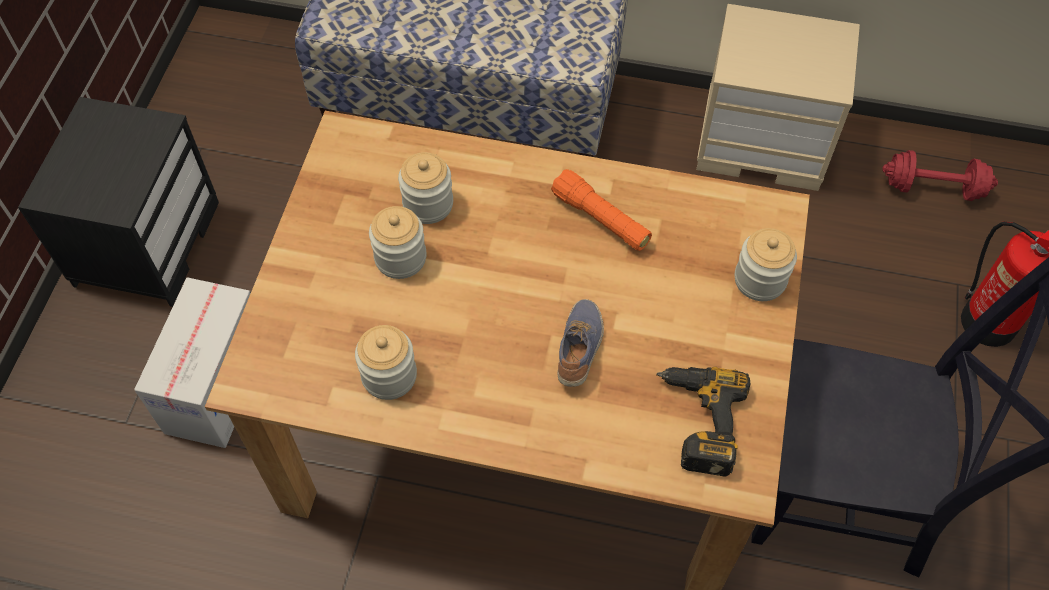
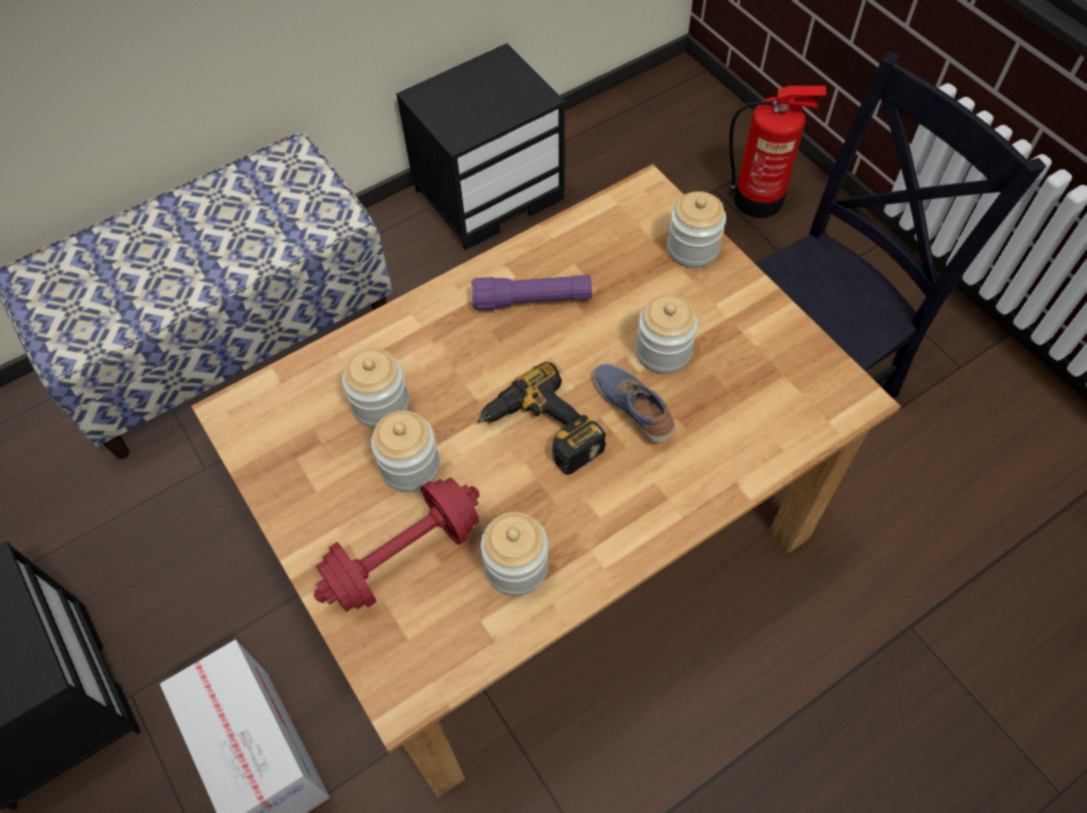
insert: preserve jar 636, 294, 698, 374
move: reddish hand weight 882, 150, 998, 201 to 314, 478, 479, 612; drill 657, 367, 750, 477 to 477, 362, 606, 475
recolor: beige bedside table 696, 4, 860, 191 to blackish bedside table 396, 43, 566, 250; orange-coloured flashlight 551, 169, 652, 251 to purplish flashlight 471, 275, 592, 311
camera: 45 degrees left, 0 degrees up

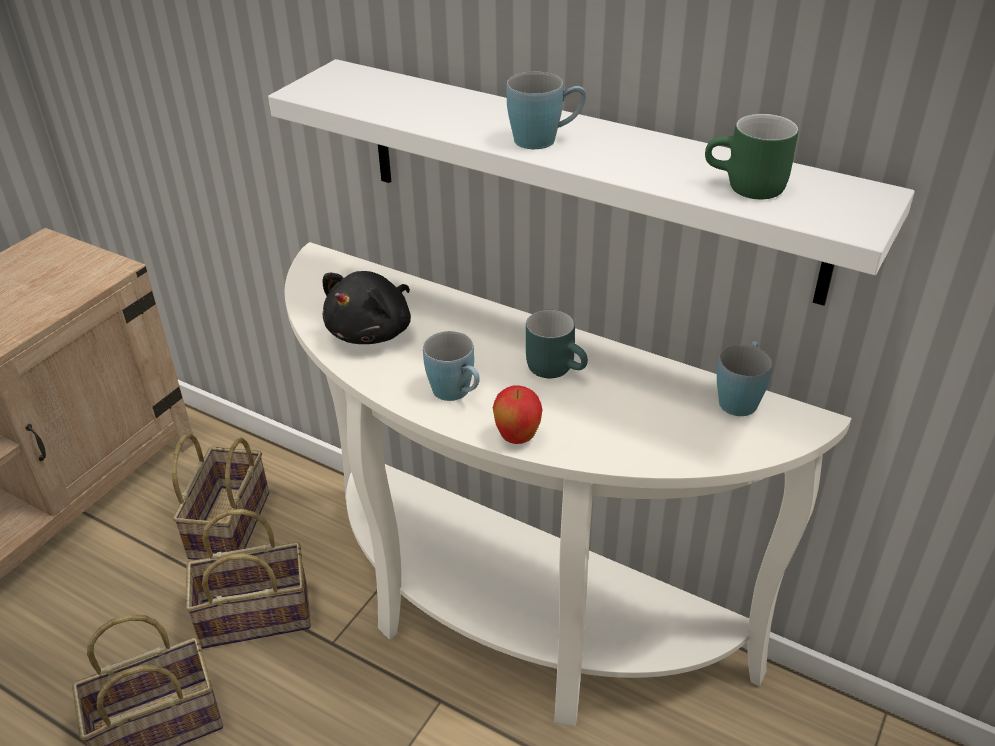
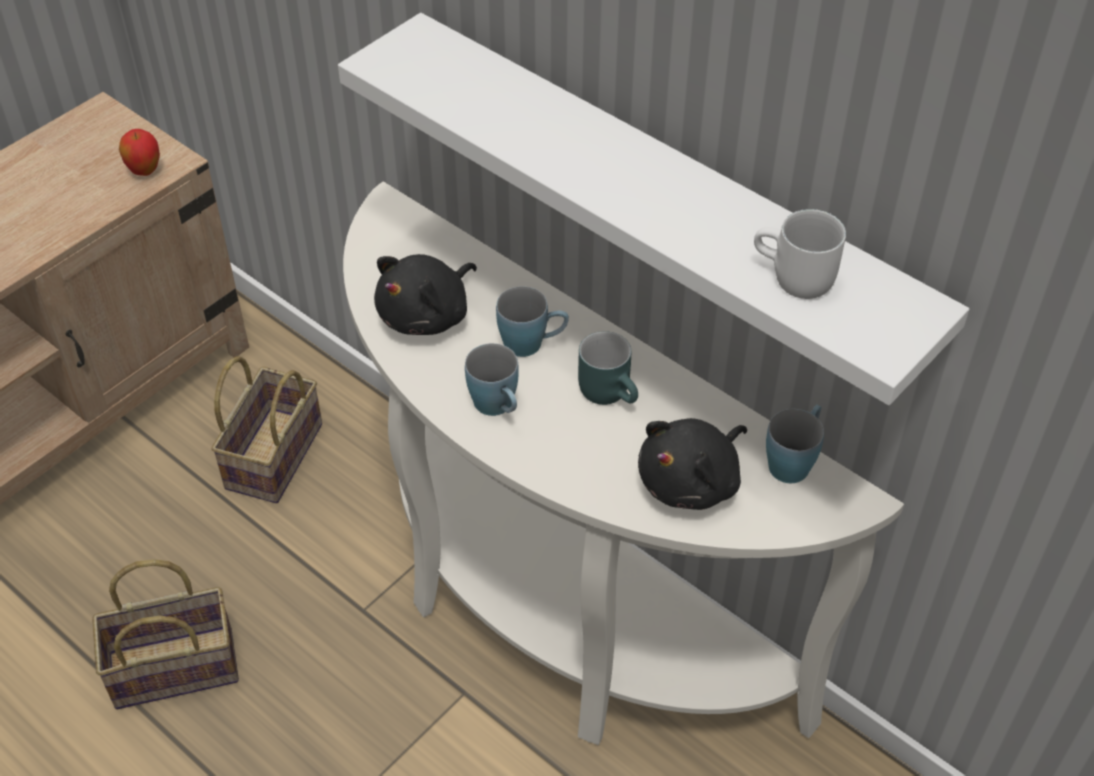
delete: household basket 185, 509, 311, 649
insert: blackish plush toy 638, 418, 747, 510
move: blue-coloured coffee mug 506, 72, 586, 149 to 496, 286, 569, 357; whole apple 493, 385, 542, 444 to 119, 129, 160, 176
recolor: greenish coffee mug 705, 114, 799, 199 to white-coloured coffee mug 754, 209, 846, 299
camera: 10 degrees right, 10 degrees up

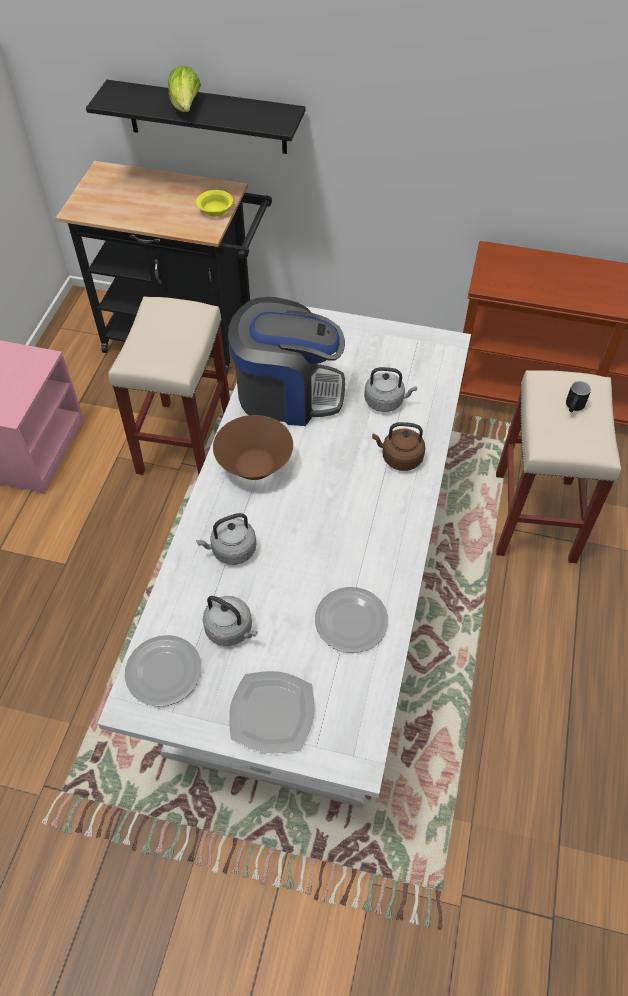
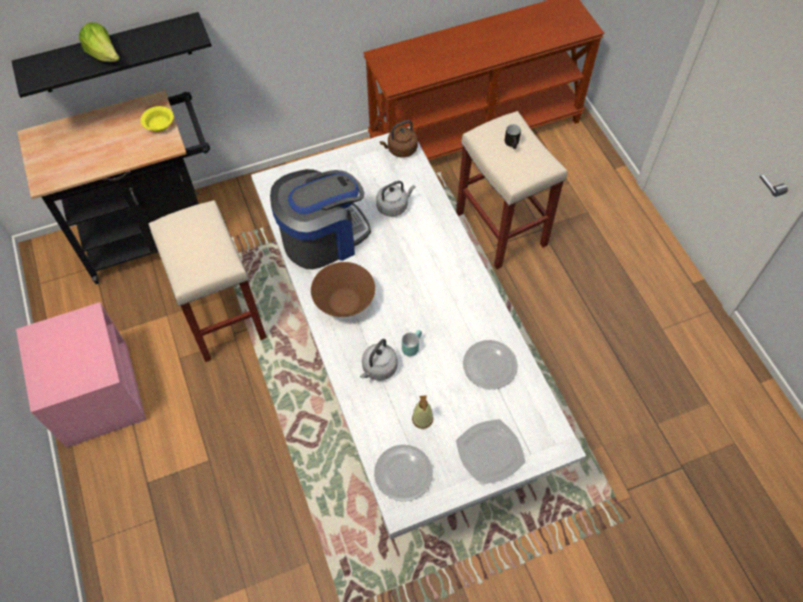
insert: blue-green coffee mug 402, 330, 422, 356
move: brown-coloured water kettle 372, 422, 425, 471 to 380, 120, 418, 158
replace: grey water kettle 203, 596, 258, 646 to soap bottle 412, 395, 433, 429
camera: 35 degrees left, 5 degrees up

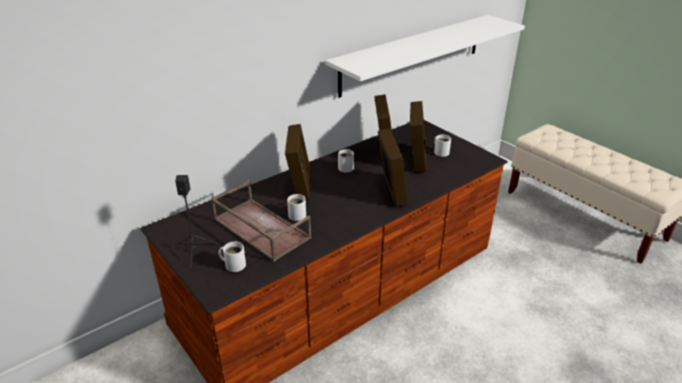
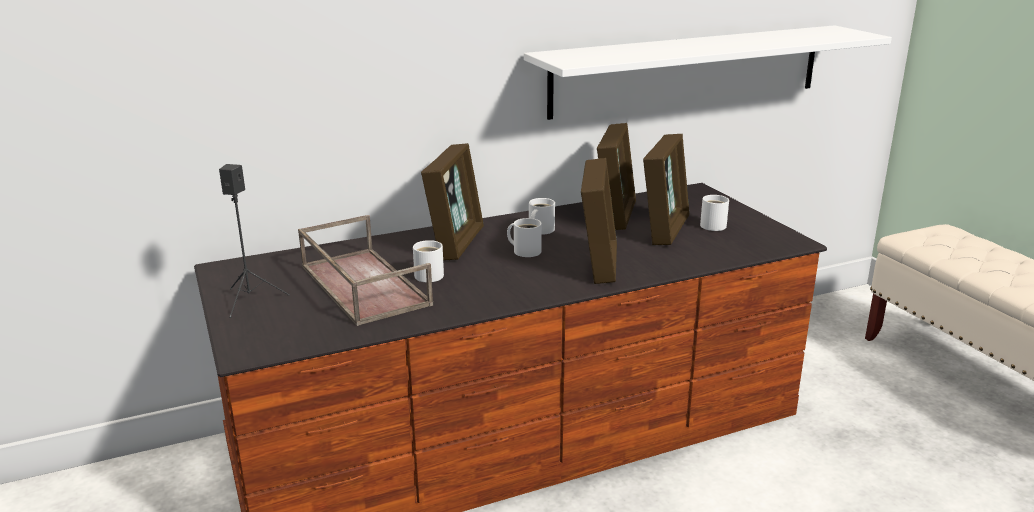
move: white-coloured coffee mug 218, 242, 246, 272 to 507, 218, 542, 257
camera: 15 degrees right, 10 degrees down

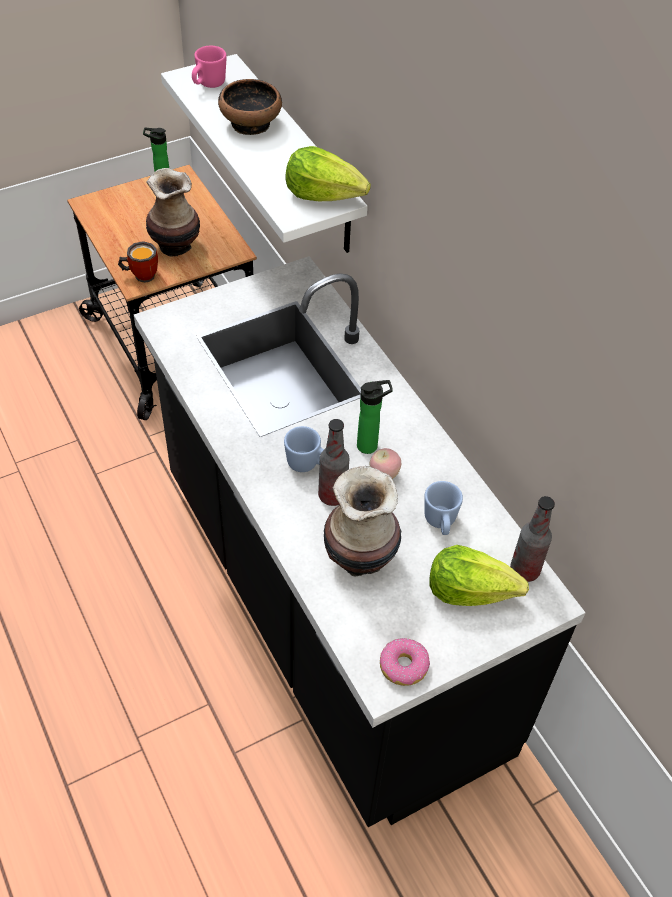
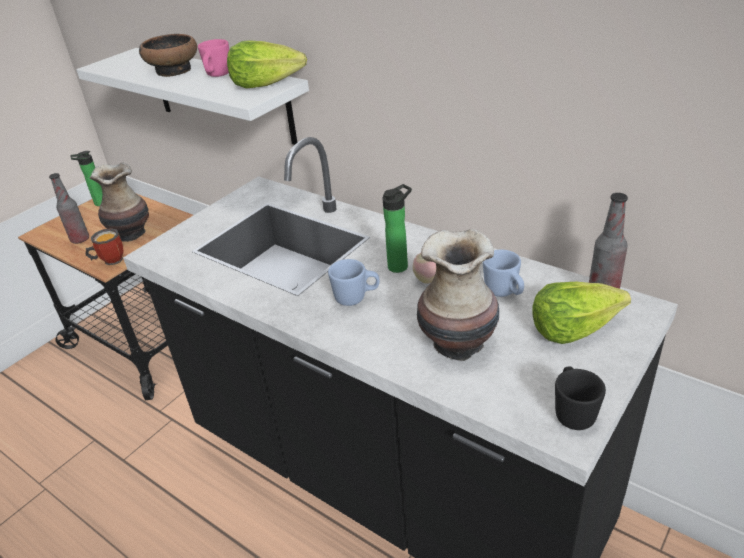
move: pink-coloured coffee mug 192, 46, 227, 88 to 198, 39, 229, 77; drink bottle 318, 419, 349, 506 to 49, 173, 89, 244
replace: ring doughnut 380, 638, 430, 686 to blackish coffee mug 555, 367, 606, 430
camera: 20 degrees left, 15 degrees down

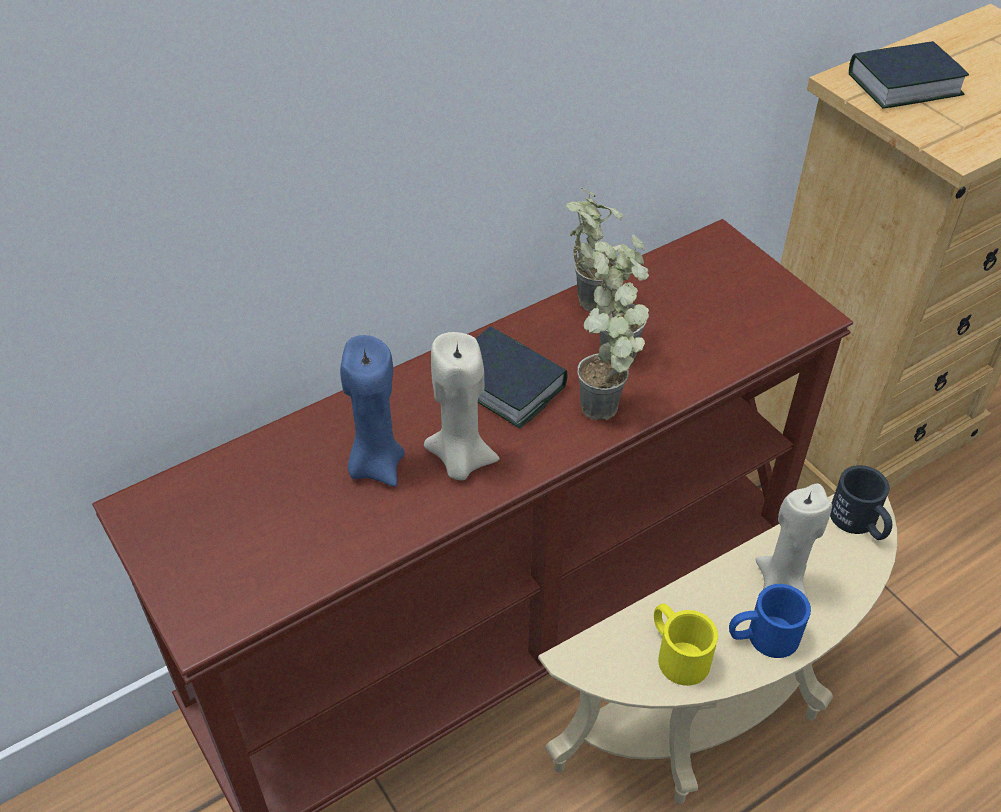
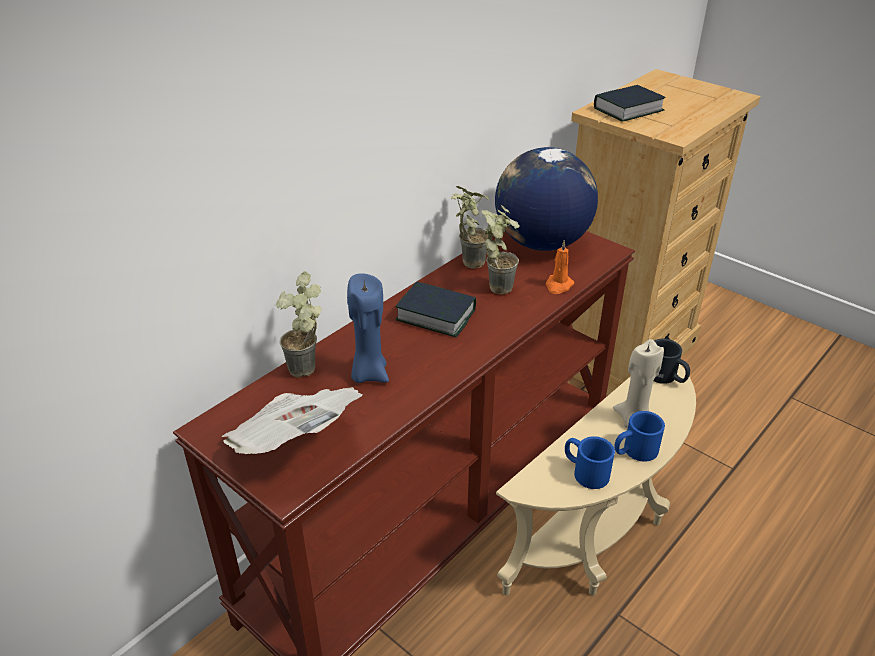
delete: beige wax candle 424, 332, 499, 480
insert: globe 495, 147, 598, 251; orange-coloured wax candle 546, 240, 574, 294; printed paper 222, 387, 363, 454
move: houseplant 577, 282, 649, 420 to 276, 271, 321, 377
recolor: yellow-coloured coffee mug 654, 603, 718, 686 to blue-coloured coffee mug 565, 436, 615, 489
camera: 15 degrees left, 10 degrees down

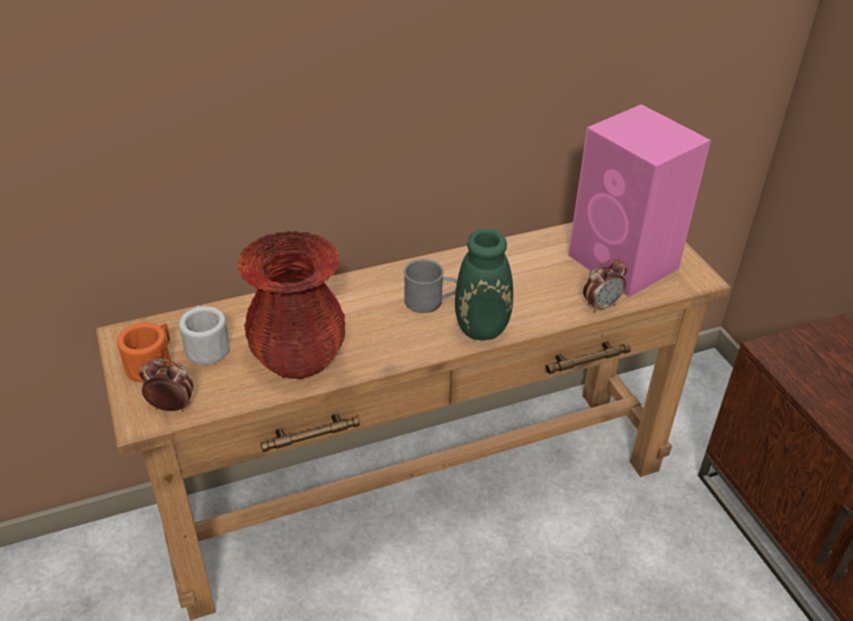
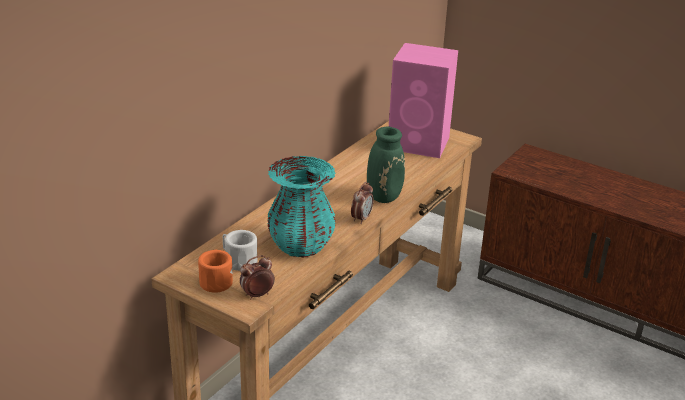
delete: grey coffee mug 404, 259, 457, 313
move: alarm clock 583, 259, 627, 313 to 351, 182, 374, 224
recolor: reddish vase 237, 231, 345, 379 to blue-green vase 268, 156, 336, 257
camera: 35 degrees left, 10 degrees down

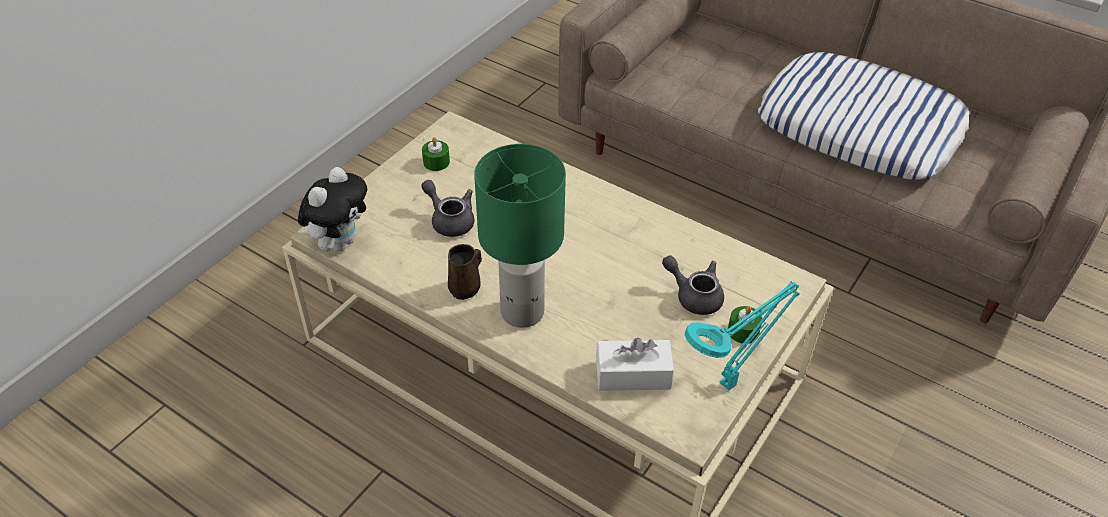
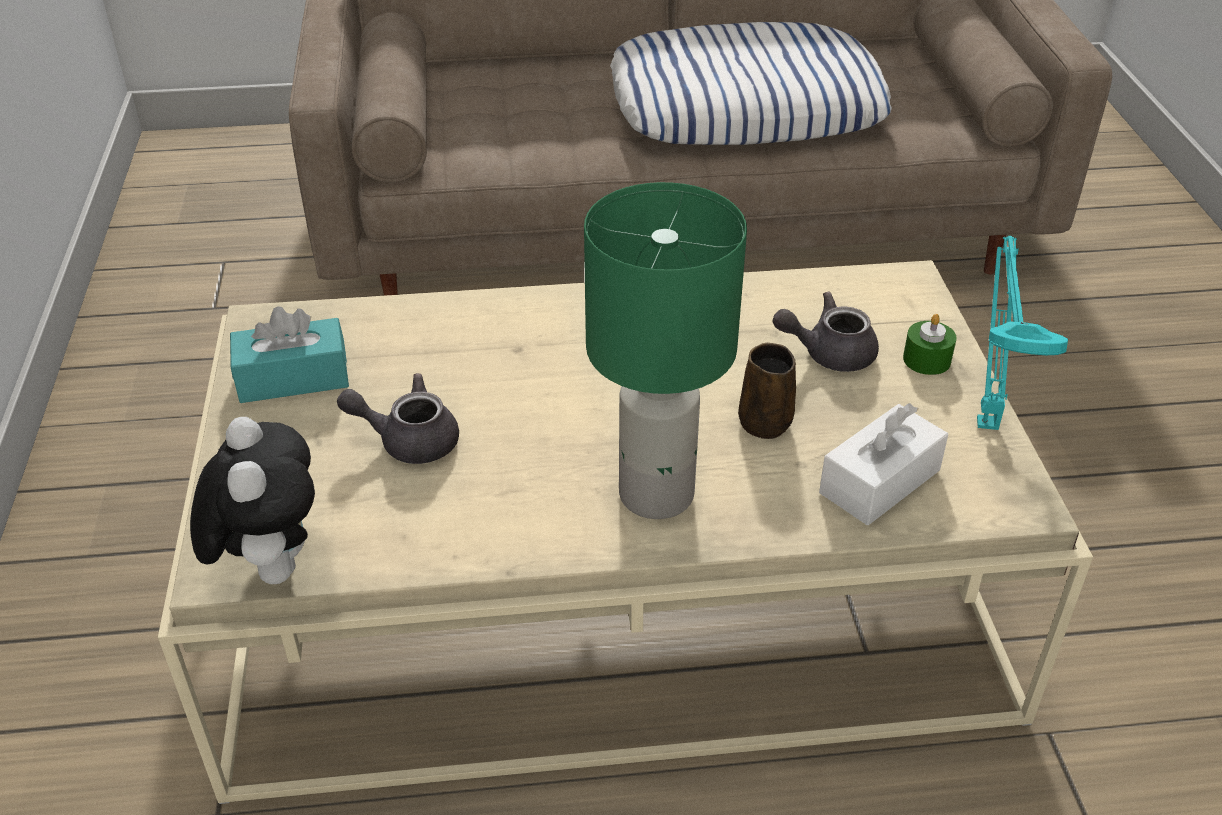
move: brown-coloured coffee mug 448, 244, 482, 300 to 738, 343, 796, 439
replace: greenish wax candle 422, 137, 450, 171 to blue-green tissue holder 230, 306, 349, 403
camera: 40 degrees left, 5 degrees down

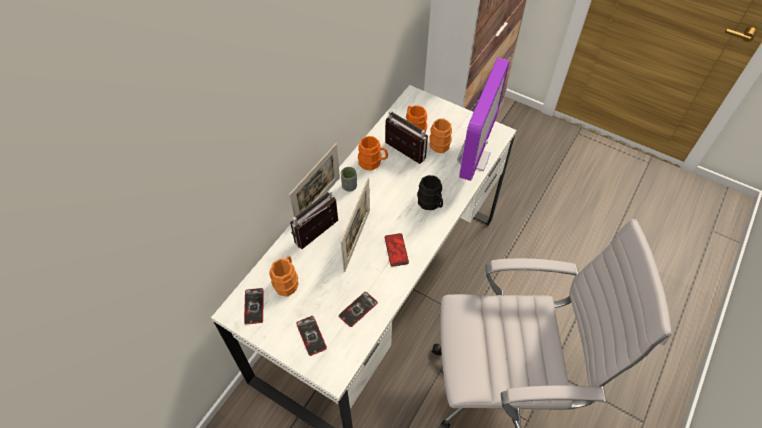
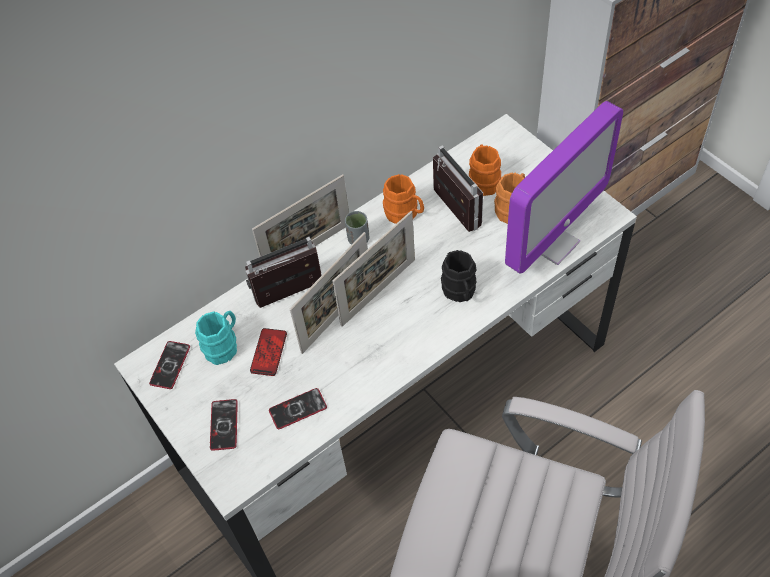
insert: picture frame 332, 211, 415, 327
move: handset 385, 233, 409, 267 to 250, 328, 287, 376
recolor: orange-coloured coffee mug 269, 256, 298, 297 to blue-green coffee mug 195, 311, 237, 365
camera: 25 degrees right, 0 degrees up

